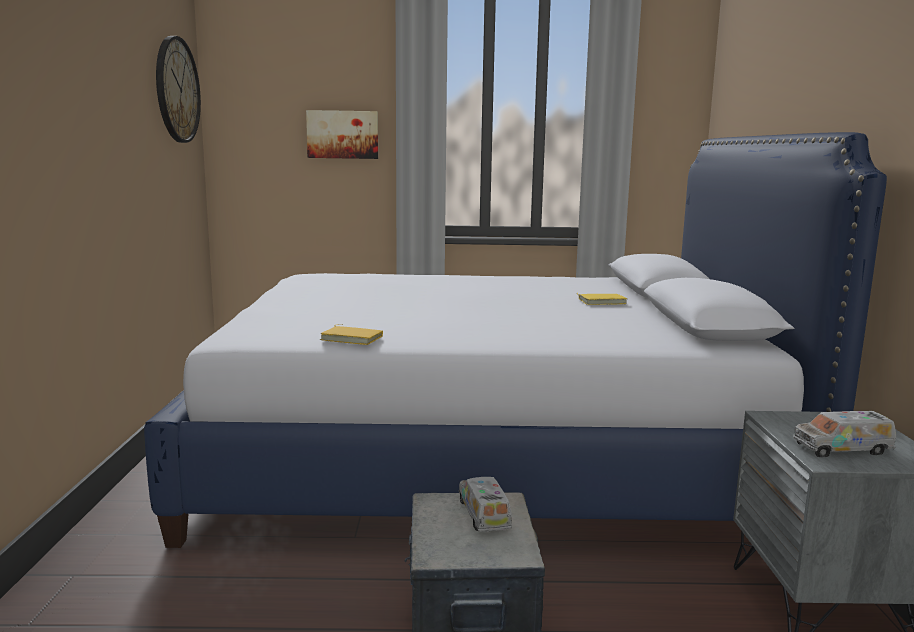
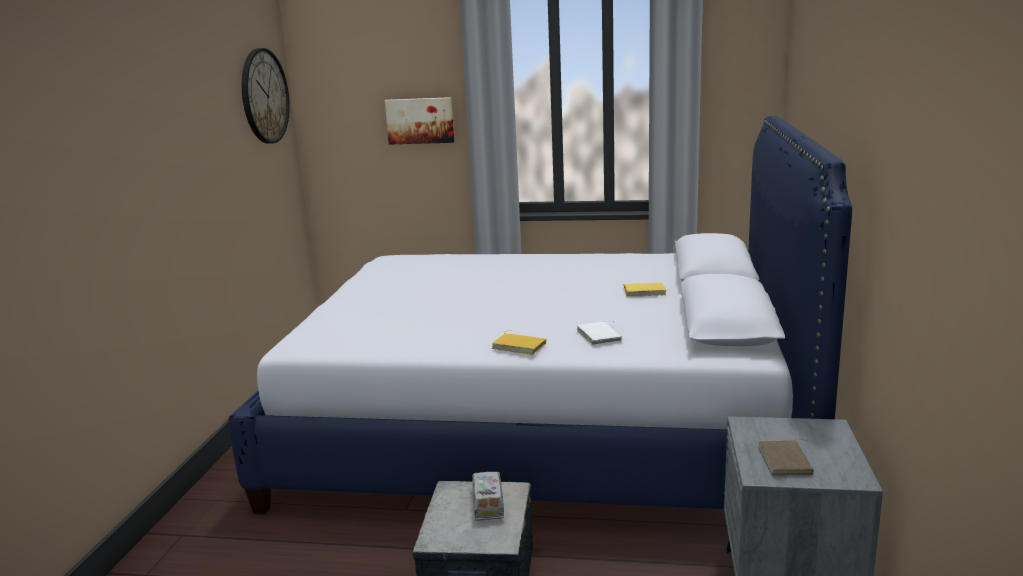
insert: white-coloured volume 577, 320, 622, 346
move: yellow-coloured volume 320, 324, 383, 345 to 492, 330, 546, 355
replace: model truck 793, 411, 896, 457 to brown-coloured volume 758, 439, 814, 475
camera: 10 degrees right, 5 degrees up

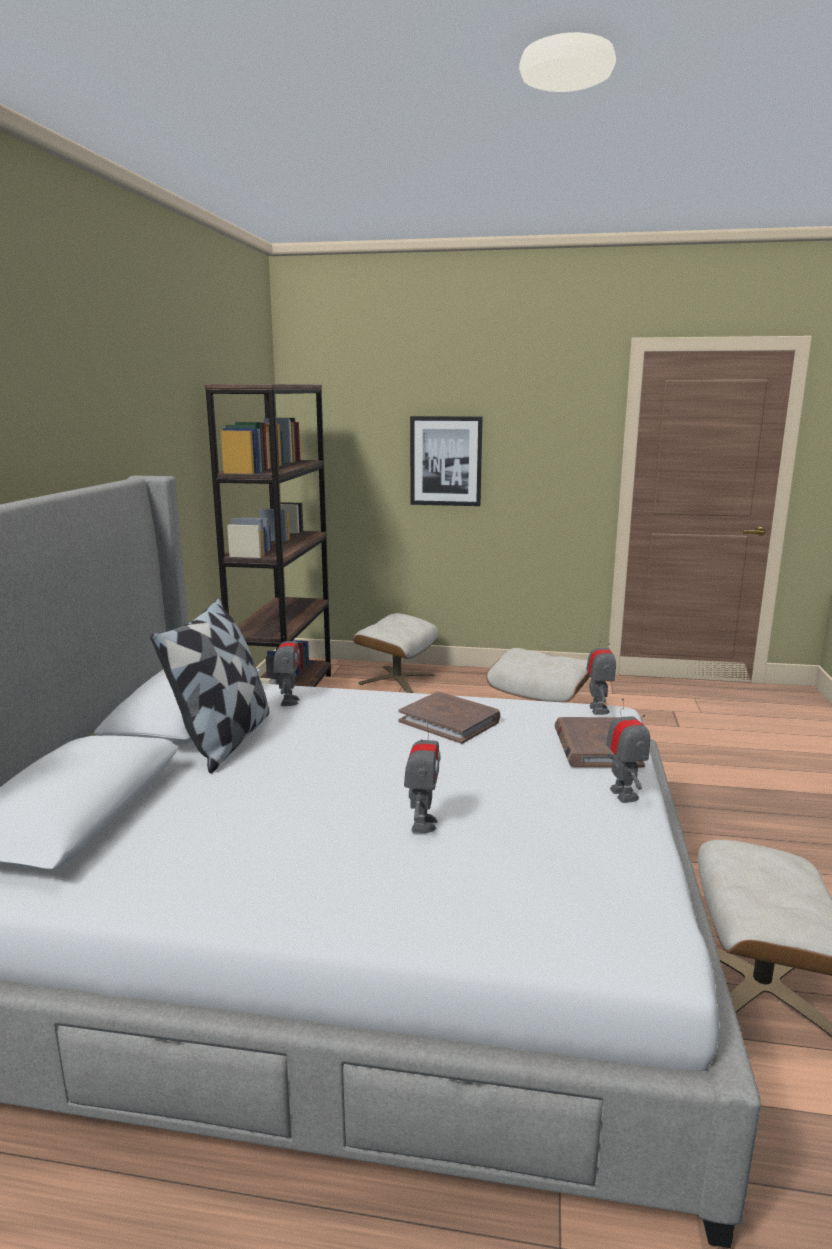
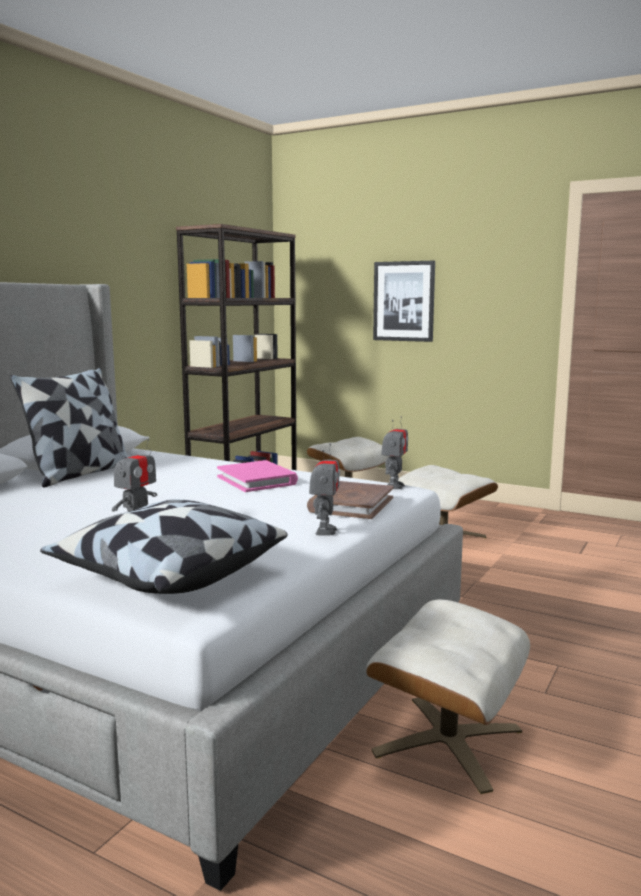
delete: robot figure 273, 627, 300, 706
insert: pillow 40, 499, 288, 594
recolor: brown-coloured volume 398, 692, 500, 744 to pink-coloured volume 217, 460, 298, 492
camera: 20 degrees right, 5 degrees down

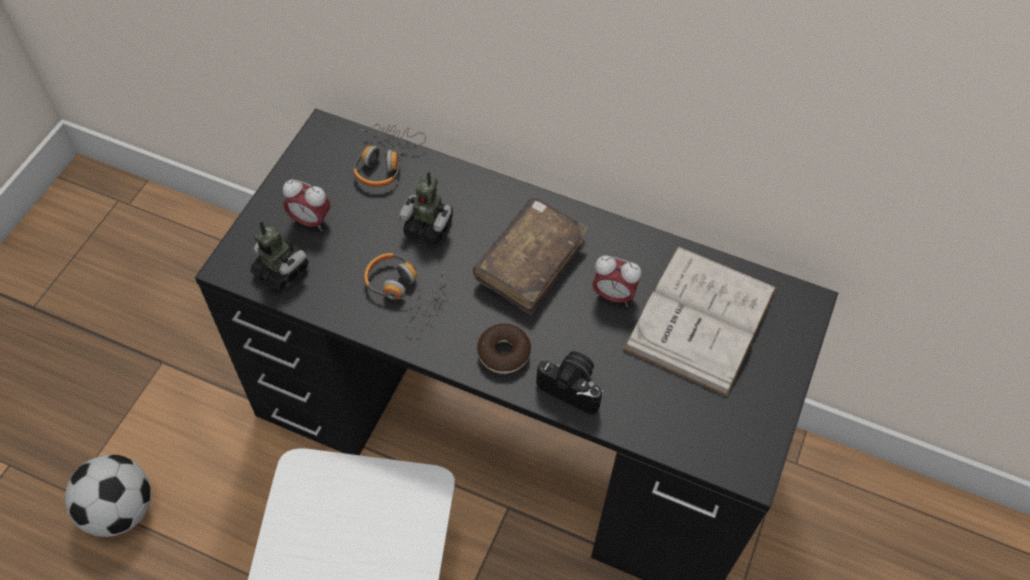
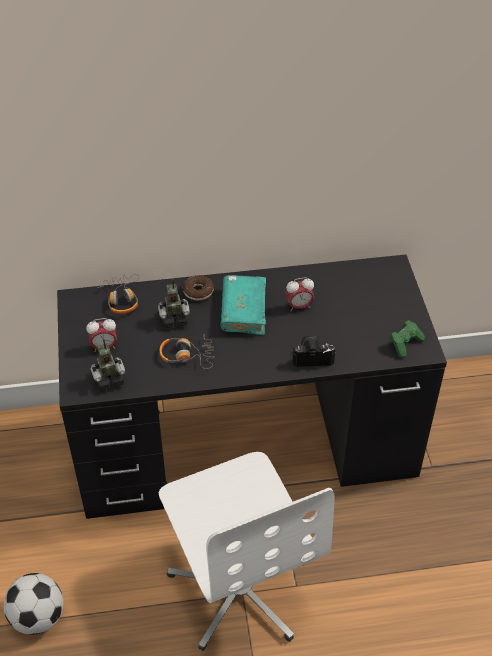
delete: white-coloured volume 623, 246, 777, 397
insert: greenish gamepad 389, 320, 425, 358
move: ring doughnut 477, 324, 531, 374 to 183, 275, 214, 301
recolor: brown-coloured volume 473, 198, 589, 315 to blue-green volume 220, 275, 266, 335
rotate: robot figure 250, 221, 308, 292 = 91, 339, 125, 391 150 degrees clockwise
camera: 30 degrees left, 10 degrees down

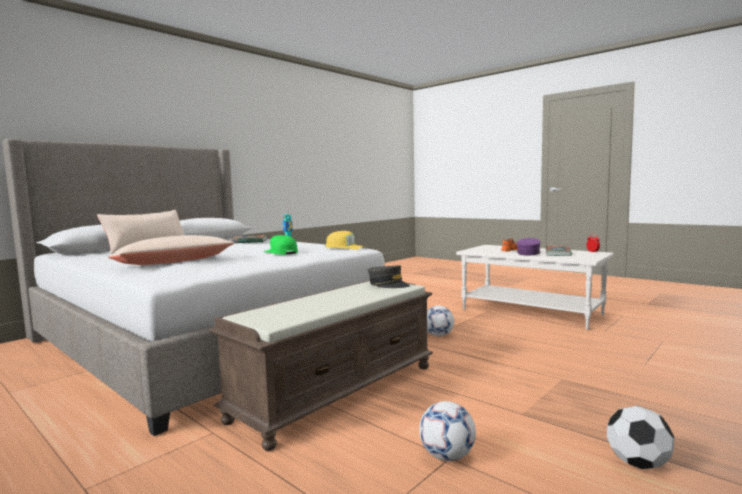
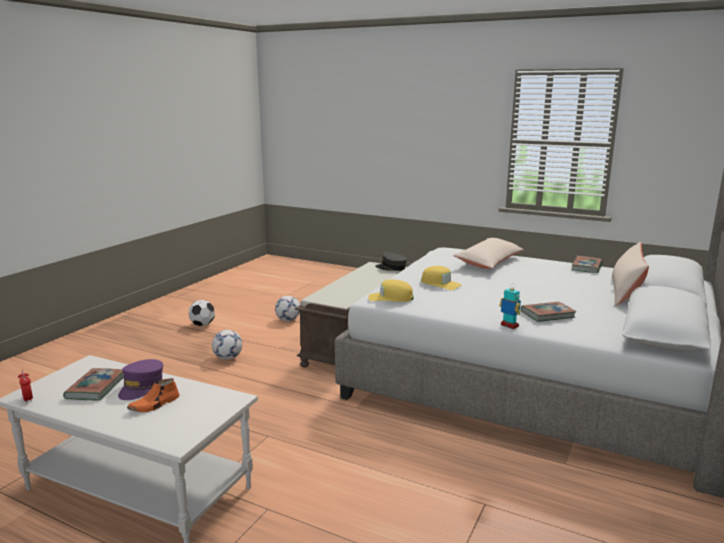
insert: volume 572, 256, 603, 273
move: grey peaked cap 368, 265, 410, 288 to 375, 252, 407, 271; ball for football 427, 306, 454, 336 to 212, 330, 242, 360
recolor: greenish peaked cap 264, 235, 298, 255 to yellow-coloured peaked cap 421, 266, 462, 290
camera: 165 degrees right, 10 degrees up

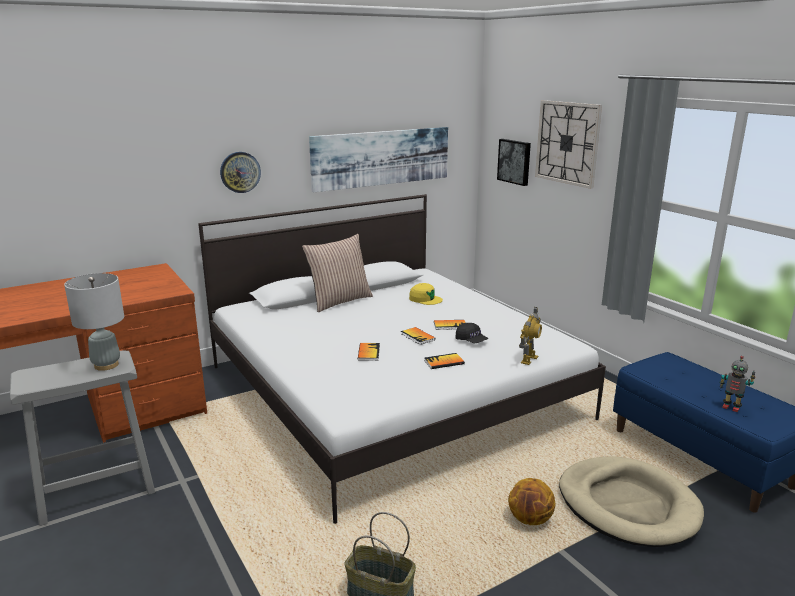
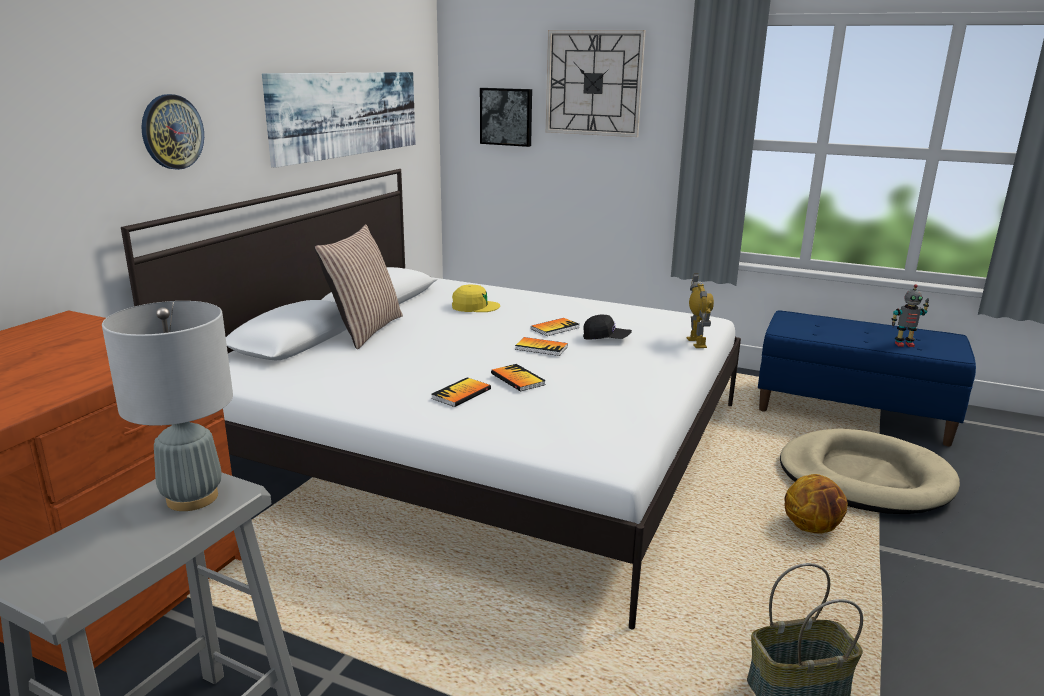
move: volume 424, 353, 465, 369 to 431, 377, 491, 407
camera: 35 degrees left, 0 degrees up

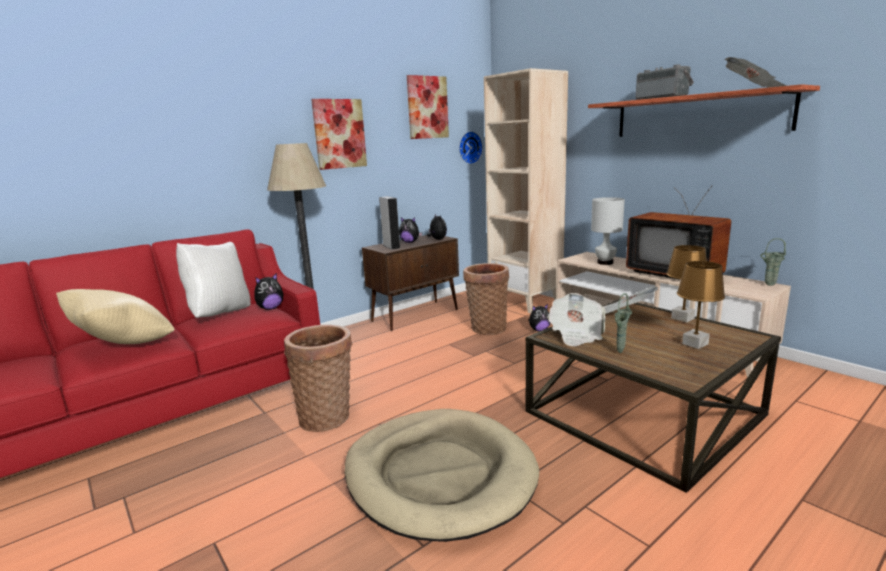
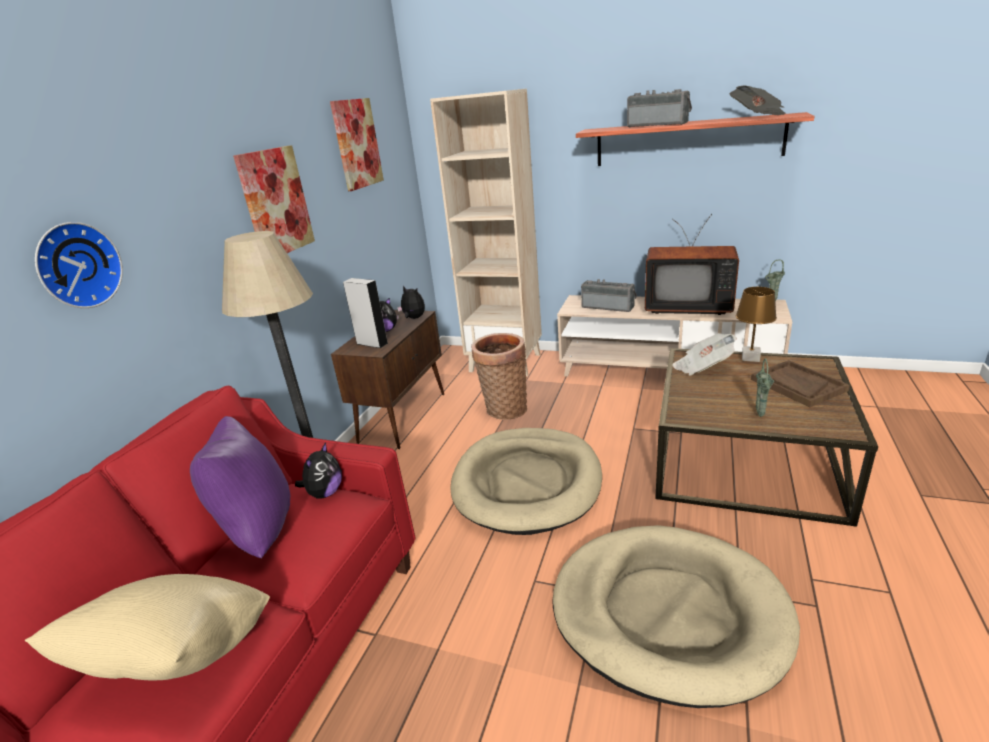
delete: printed paper 547, 293, 606, 346; plush toy 528, 304, 550, 331; household basket 284, 325, 352, 432
insert: beige pet bed 450, 428, 602, 535
move: wall clock 459, 131, 483, 164 to 35, 222, 123, 308
replace: white-coloured table lamp 591, 197, 625, 265 to radio set 581, 279, 637, 312; brown-coloured table lamp 677, 261, 725, 349 to brown-coloured tray 751, 360, 850, 407
recolor: white-coloured pillow 176, 242, 251, 318 to purplish pillow 190, 416, 290, 558
camera: 30 degrees left, 10 degrees up

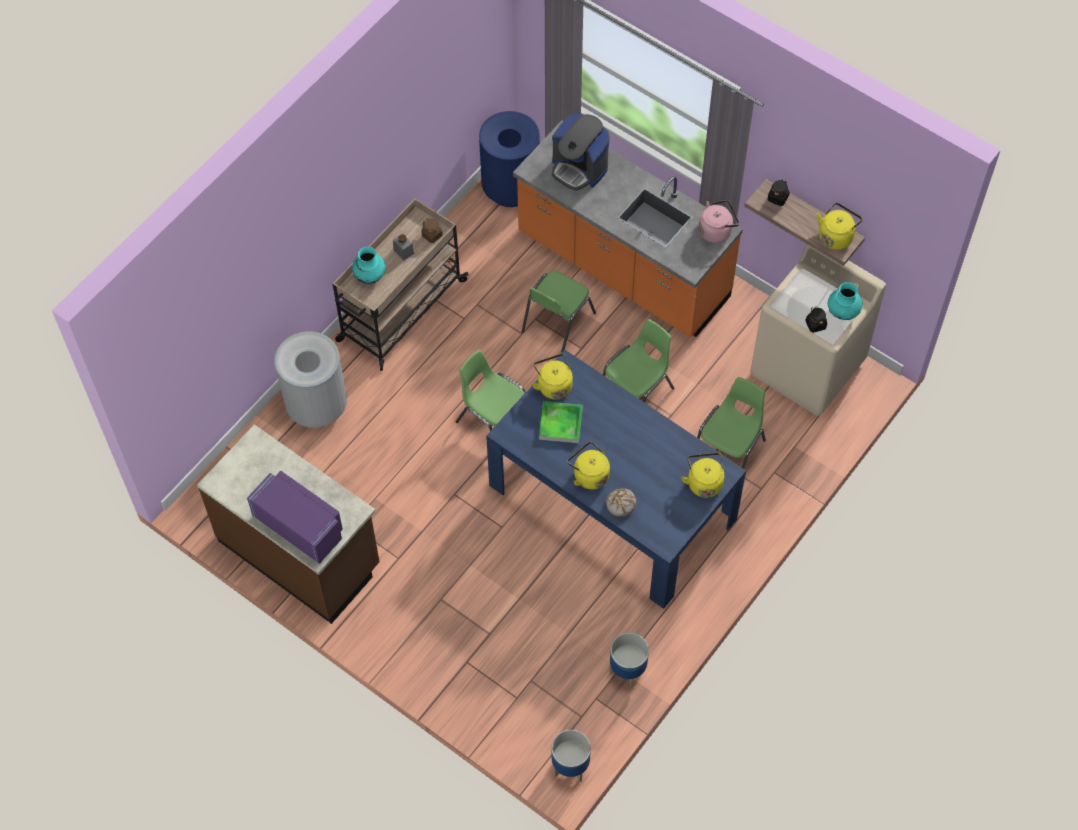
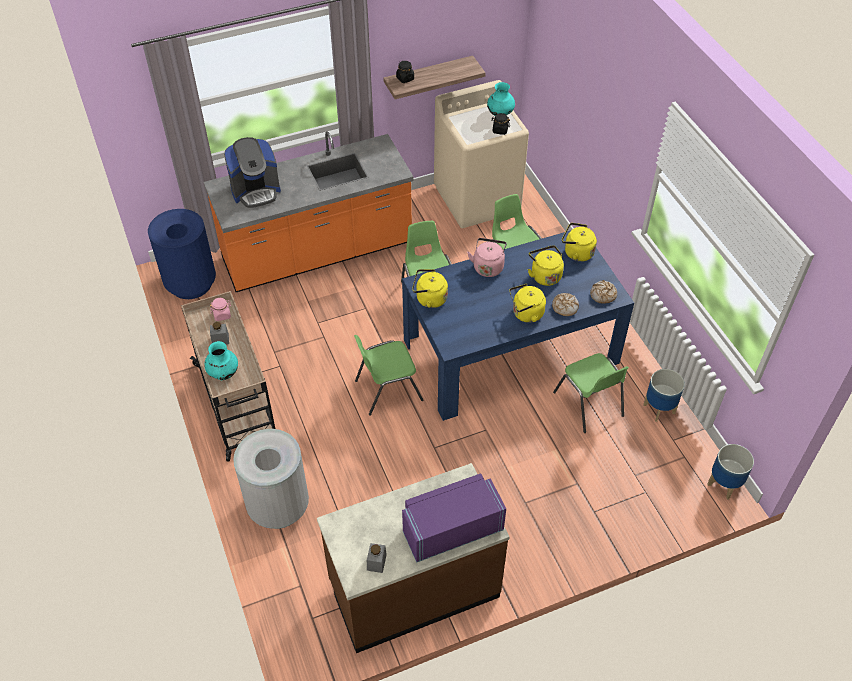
delete: tray 539, 401, 583, 443
insert: baked bread 590, 280, 617, 304; grey preserve jar 367, 543, 387, 573
move: pink-coloured water kettle 699, 200, 739, 243 to 467, 238, 507, 277; yellow-coloured water kettle 817, 202, 863, 250 to 528, 245, 564, 286; greenish upright chair 522, 270, 596, 353 to 553, 353, 629, 433
recolor: brown-coloured preserve jar 421, 218, 443, 243 to pink-coloured preserve jar 210, 298, 231, 321
camera: 60 degrees left, 10 degrees down

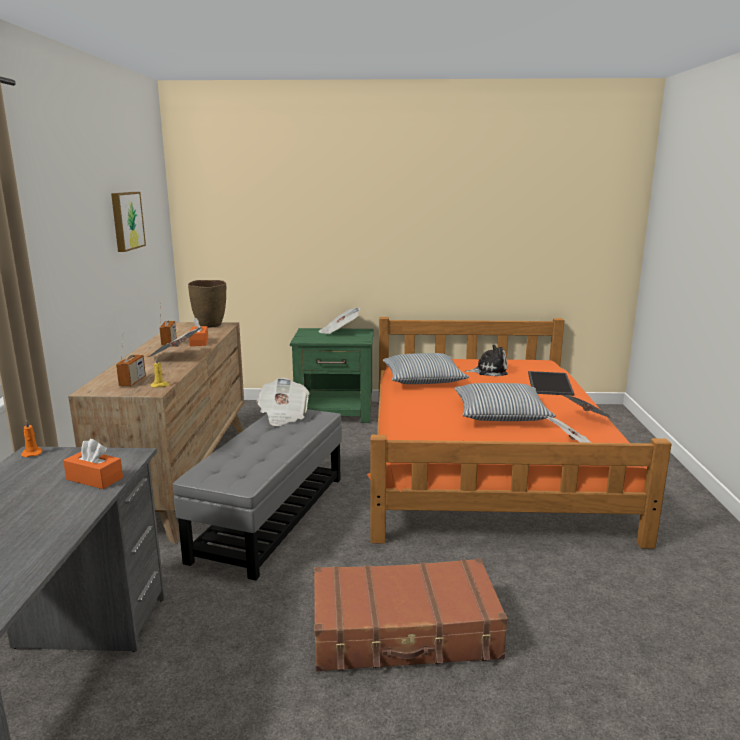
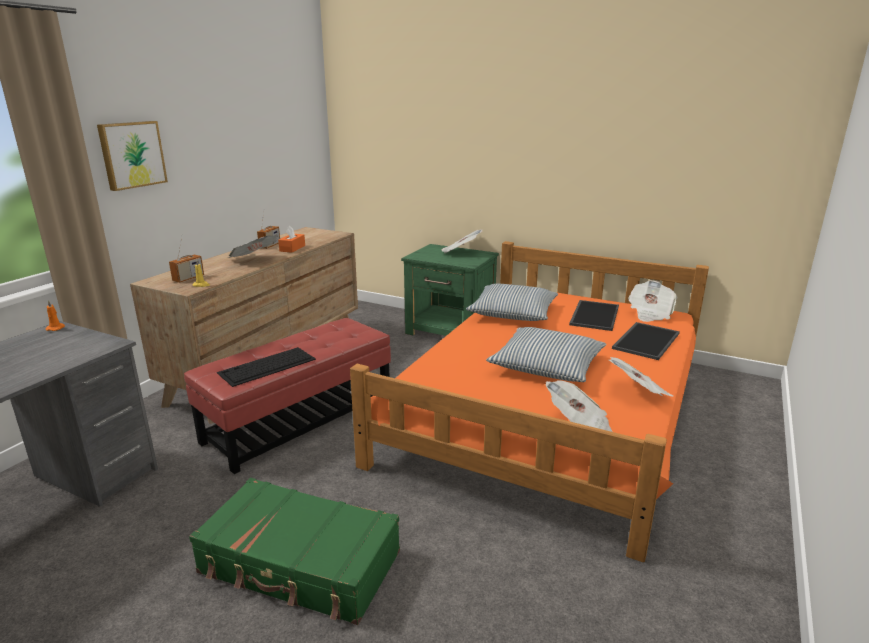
delete: brown-coloured vase 188, 280, 226, 328; orange-coloured tissue holder 63, 439, 123, 489
insert: PC keyboard 217, 347, 316, 387
move: wall art 111, 192, 146, 252 to 97, 121, 168, 191; printed paper 257, 378, 309, 426 to 628, 280, 678, 322
replace: plush toy 465, 345, 508, 377 to tray 569, 300, 619, 331
recolor: grey ottoman 173, 409, 342, 581 to reddish ottoman 184, 318, 391, 474; brown-coloured piece of luggage 314, 558, 508, 671 to greenish piece of luggage 189, 478, 400, 625
camera: 25 degrees right, 5 degrees up

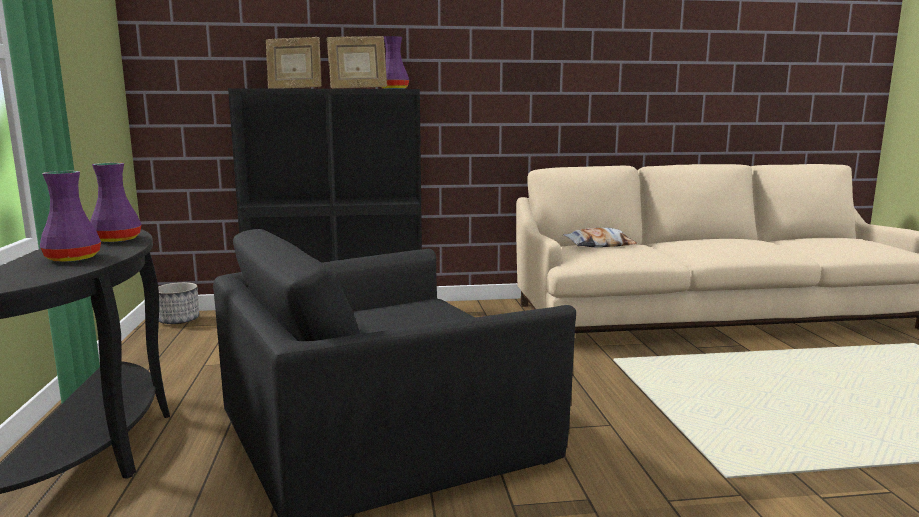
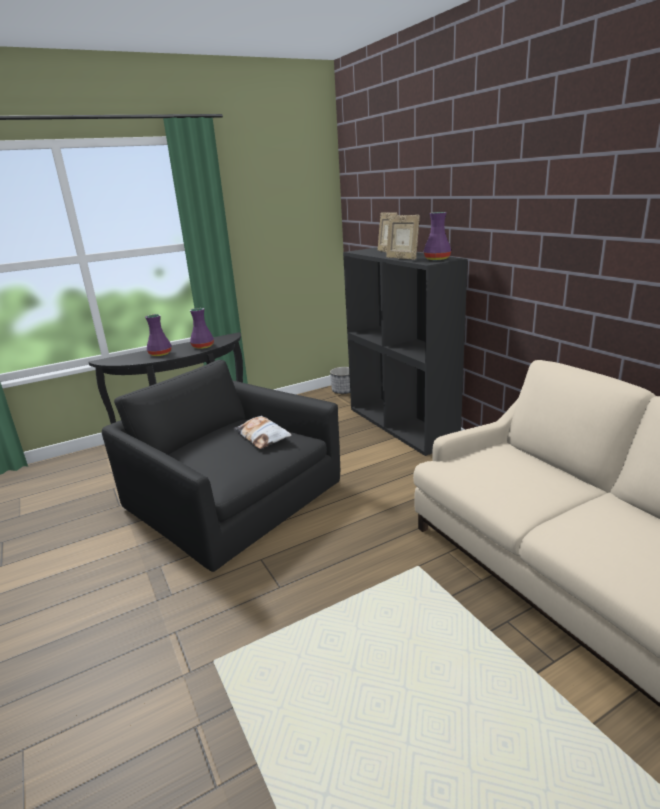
move: pillow 563, 227, 637, 247 to 233, 416, 291, 449
camera: 70 degrees right, 10 degrees up

